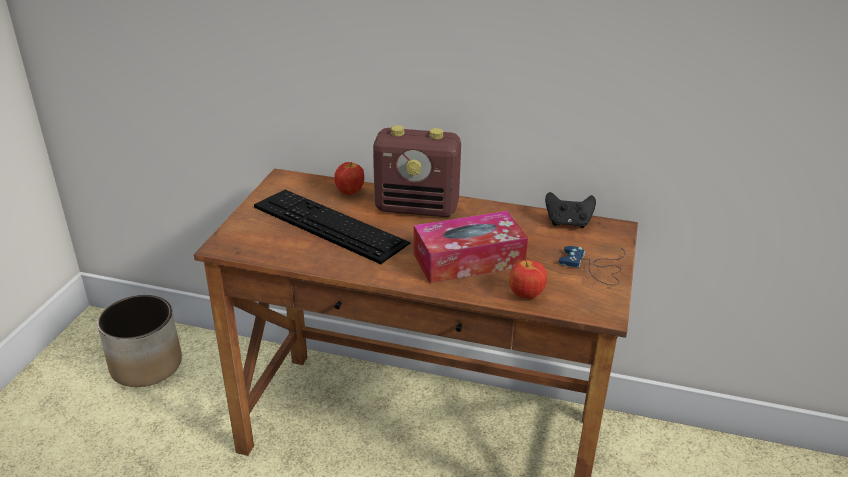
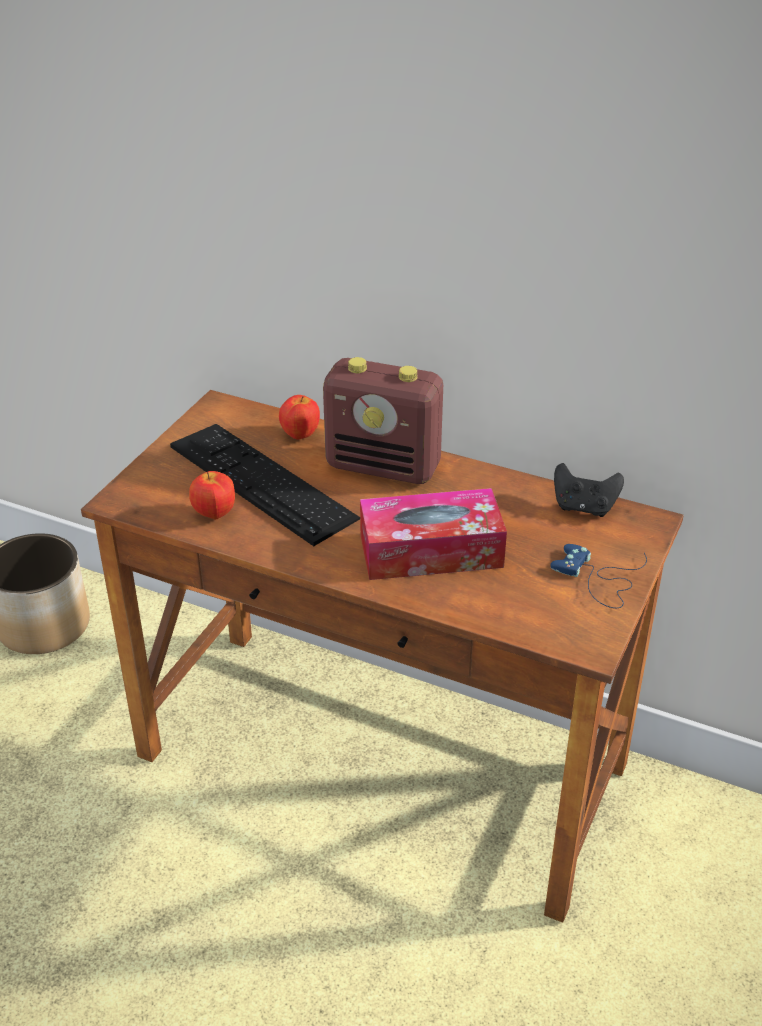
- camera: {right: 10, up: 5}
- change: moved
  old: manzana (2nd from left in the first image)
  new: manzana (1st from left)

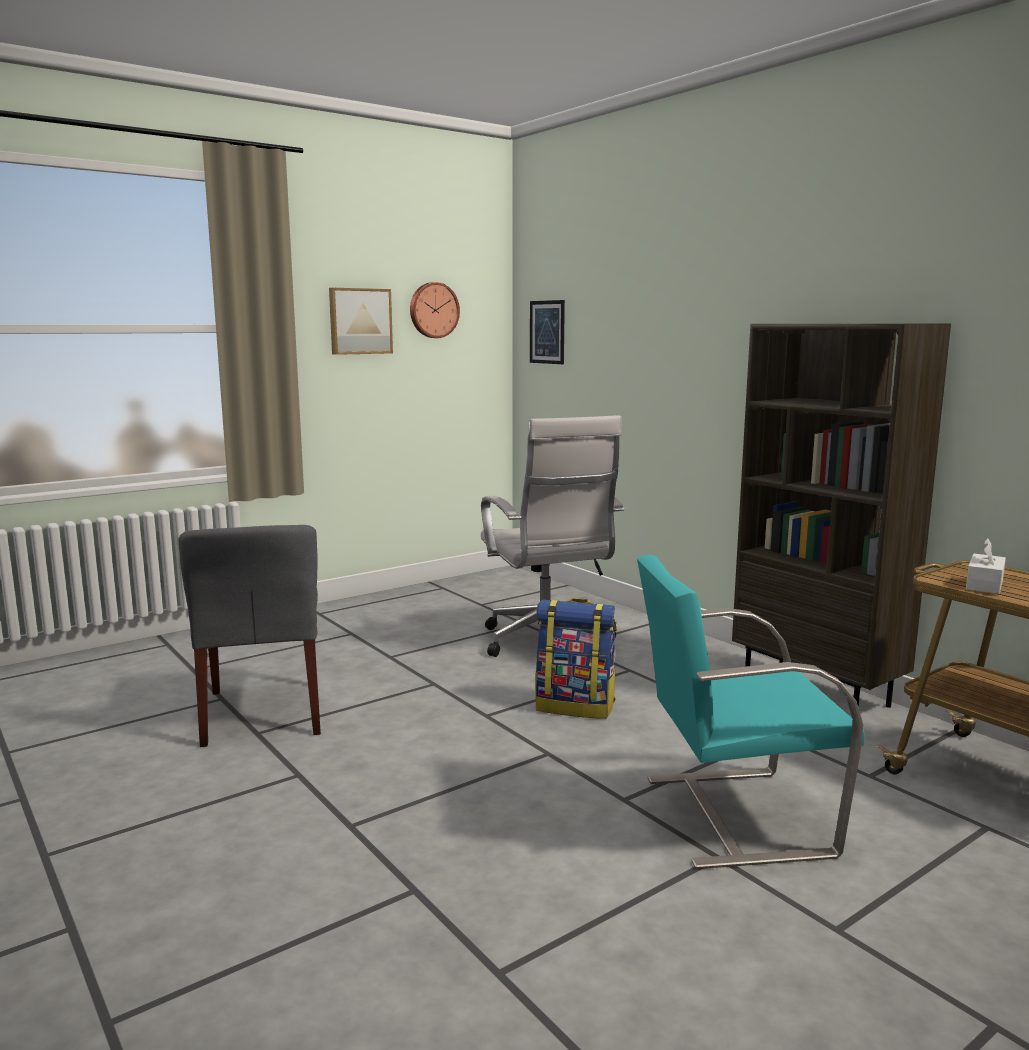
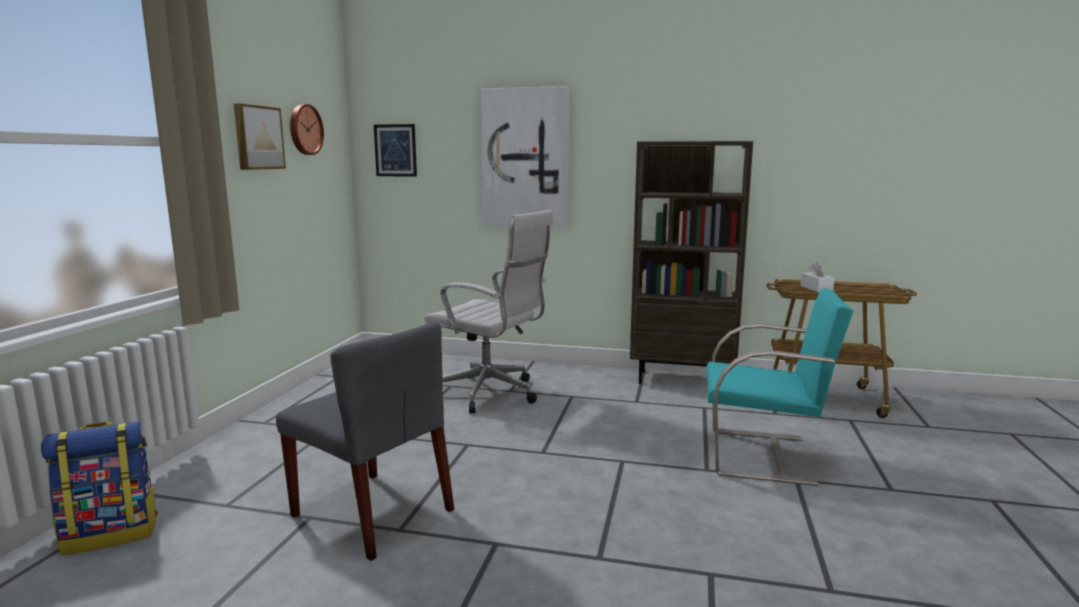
- camera: {right: -40, up: 0}
- change: moved
  old: mochila
- change: added
  new: cuadro (3rd from left)
- change: turned
  old: silla/turquesa
  degrees: -120

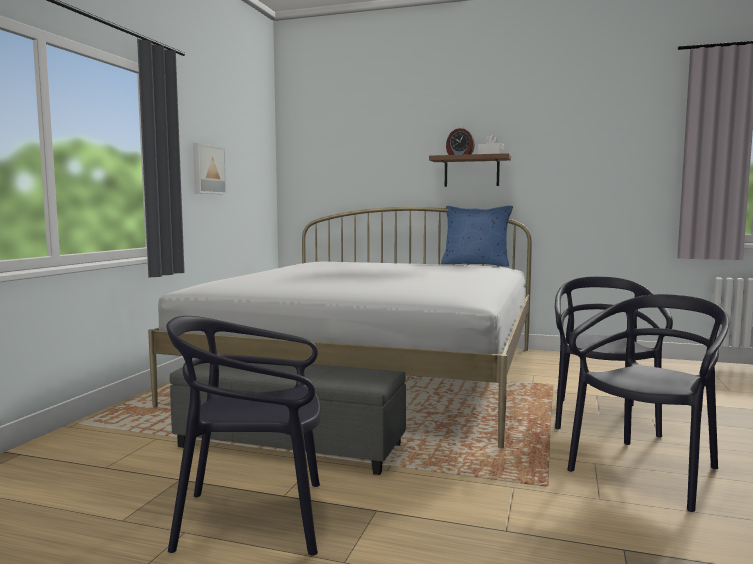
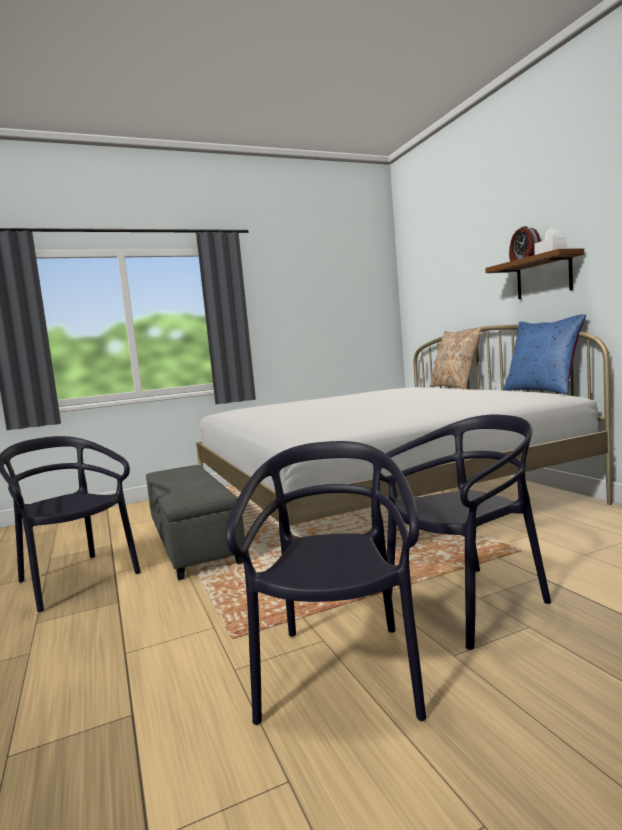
- camera: {right: 50, up: 0}
- change: turned
  old: silla/negro (3rd from left in the first image)
  degrees: -90
- change: added
  new: cojín/beis
- change: removed
  old: cuadro

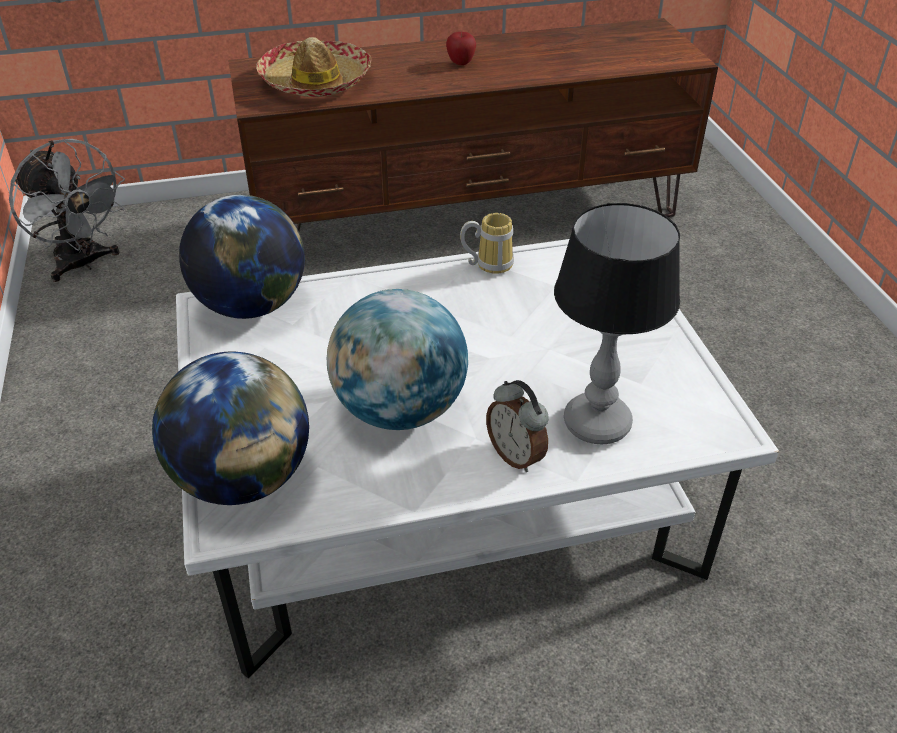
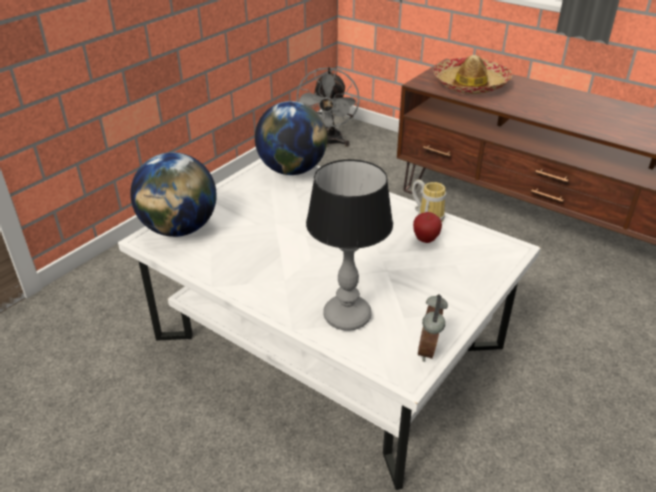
- camera: {right: 50, up: -5}
- change: moved
  old: manzana
- change: moved
  old: despertador
- change: removed
  old: globo terráqueo (3rd from left)

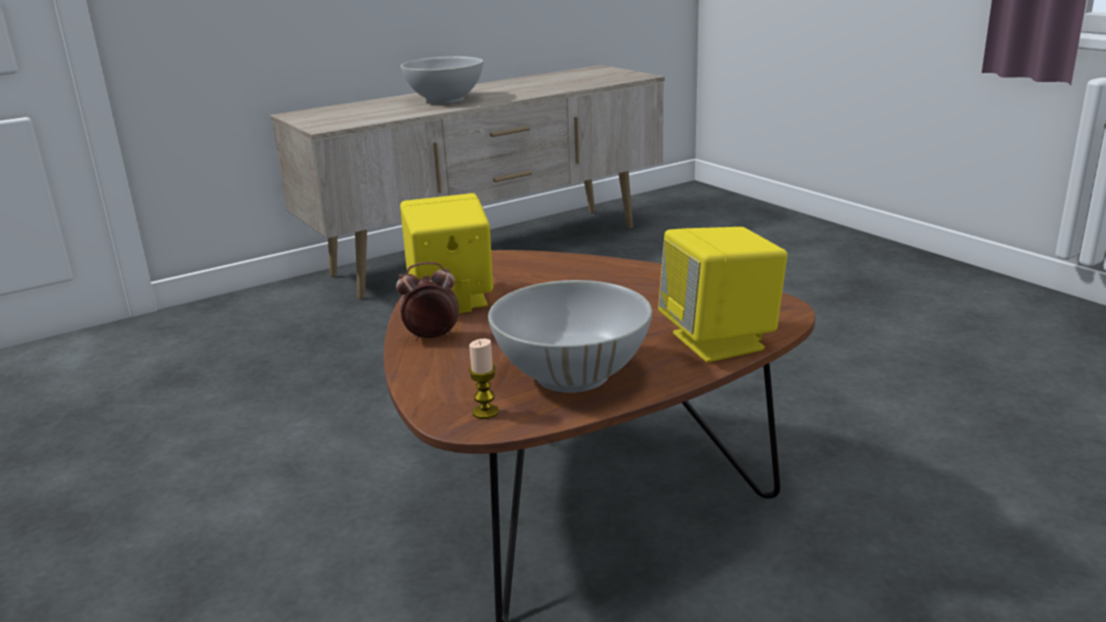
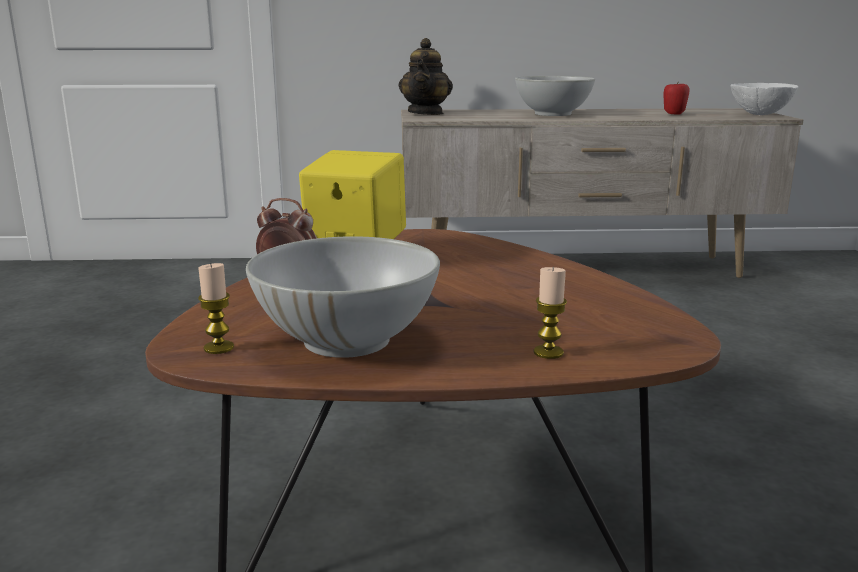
- camera: {right: 30, up: -5}
- change: added
  new: tetera
- change: replaced
  old: altavoz/amarillo (2nd from left)
  new: vela (2nd from left)
- change: added
  new: manzana
- change: added
  new: cuenco/blanco (3rd from left)

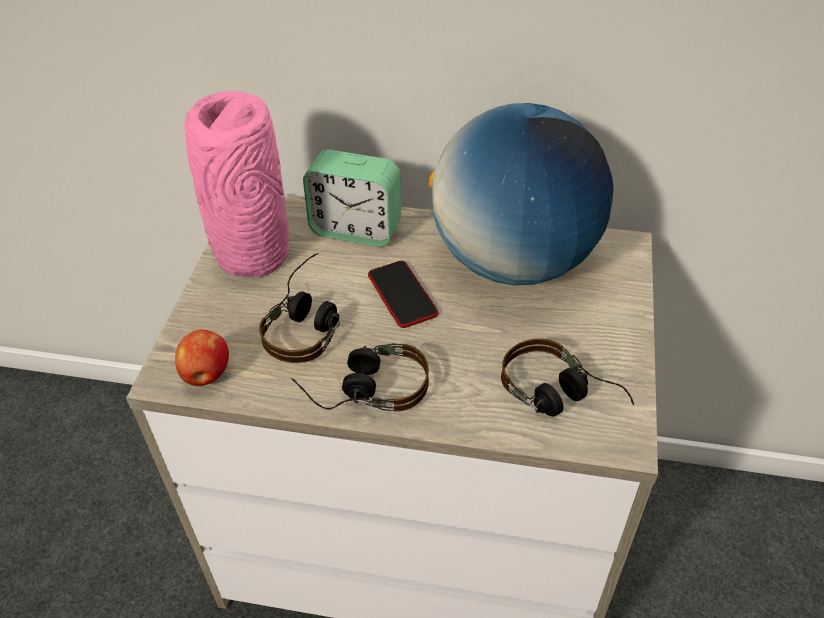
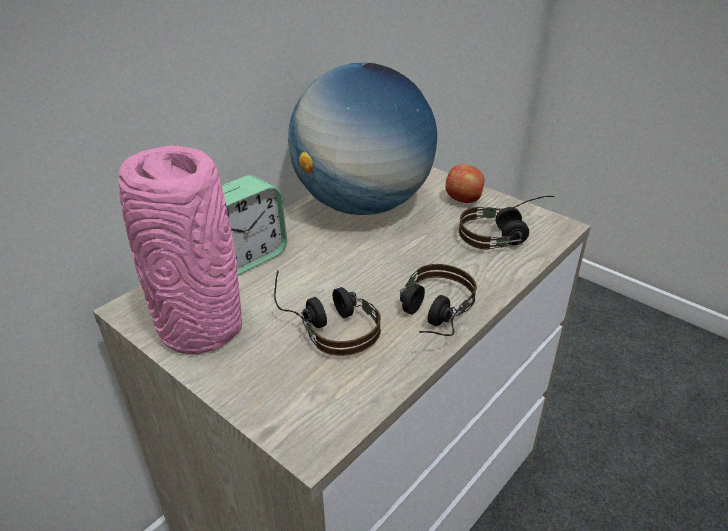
- camera: {right: -60, up: -10}
- change: moved
  old: manzana
- change: removed
  old: móvil

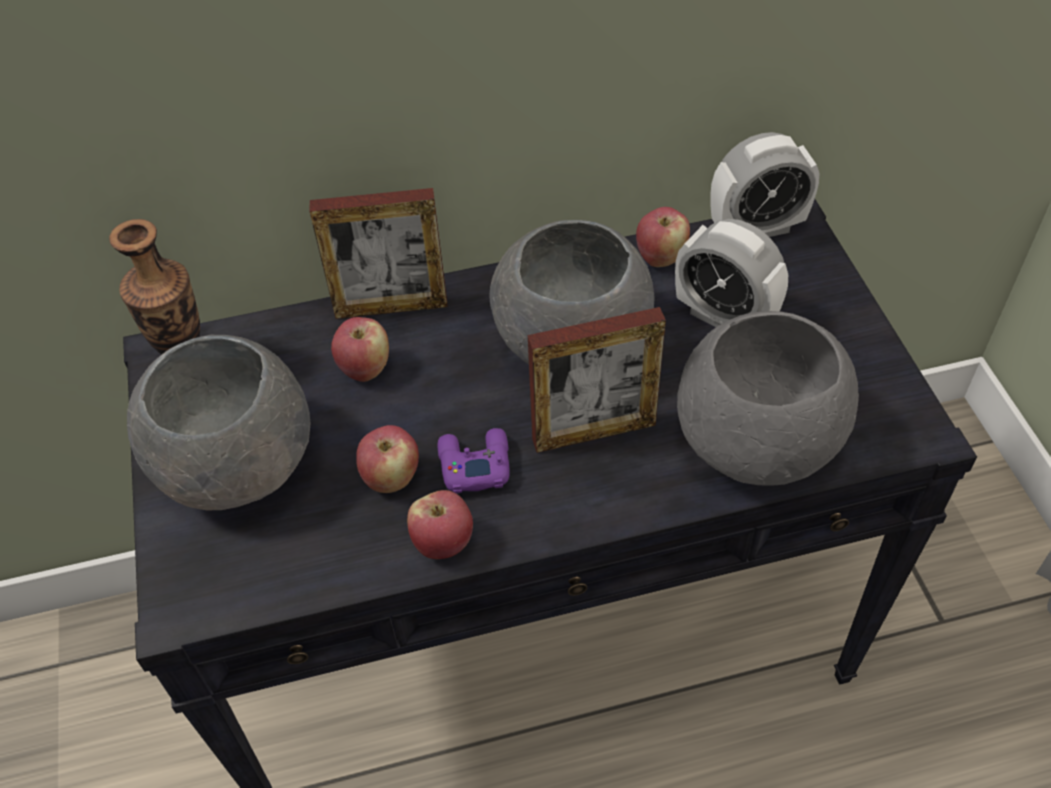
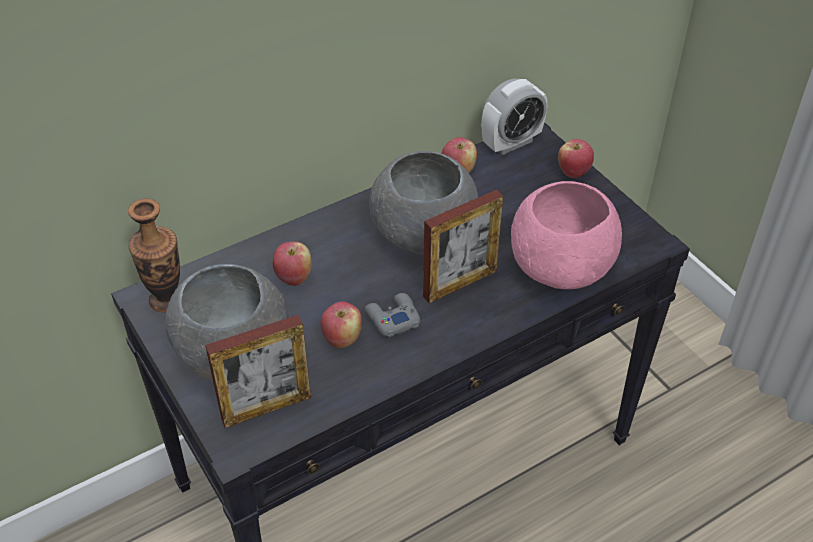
- camera: {right: -20, up: -5}
- change: moved
  old: portarretratos (1st from left)
- change: recoloured
  old: mando de consola/morado
  new: mando de consola/gris
- change: recoloured
  old: cuenco/gris (3rd from left)
  new: cuenco/rosa
- change: moved
  old: manzana (3rd from left in the first image)
  new: manzana (4th from left)
- change: removed
  old: despertador (1st from left)

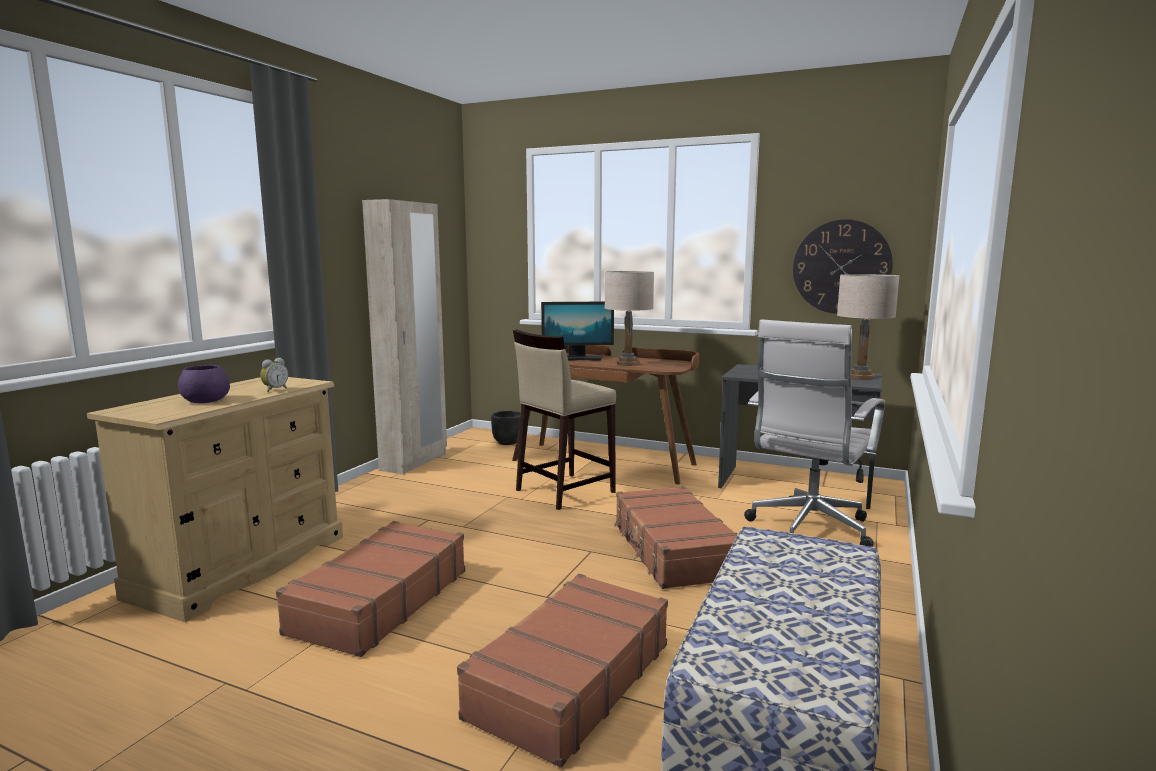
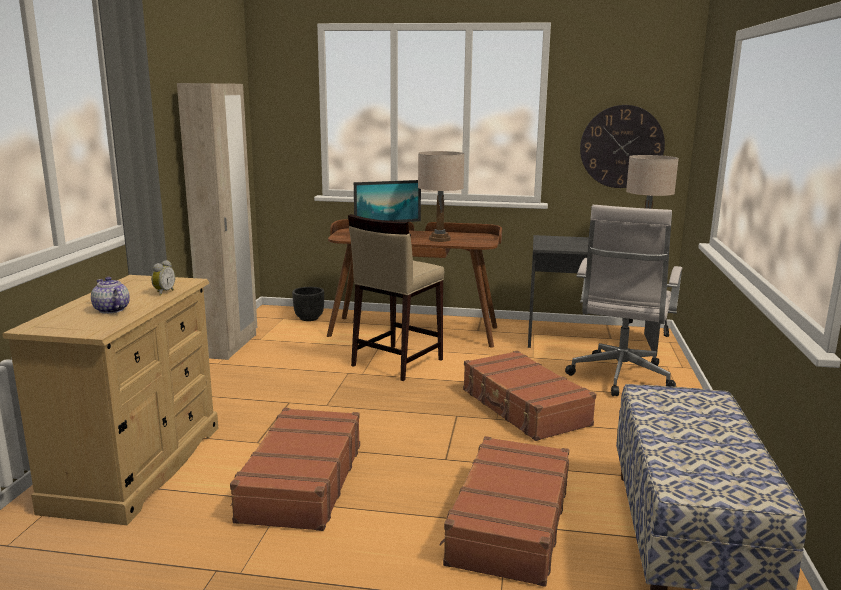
- camera: {right: -15, up: 5}
- change: replaced
  old: cuenco/morado
  new: tetera

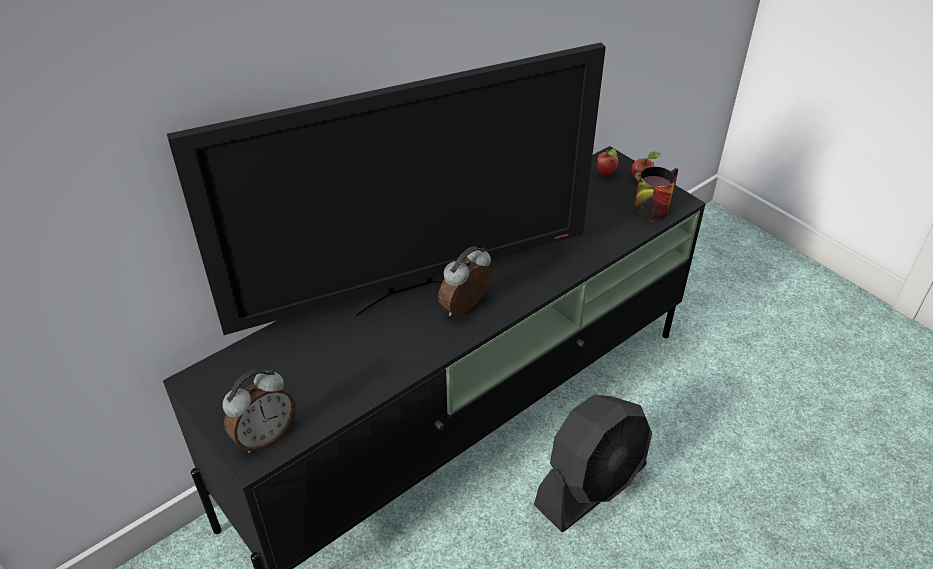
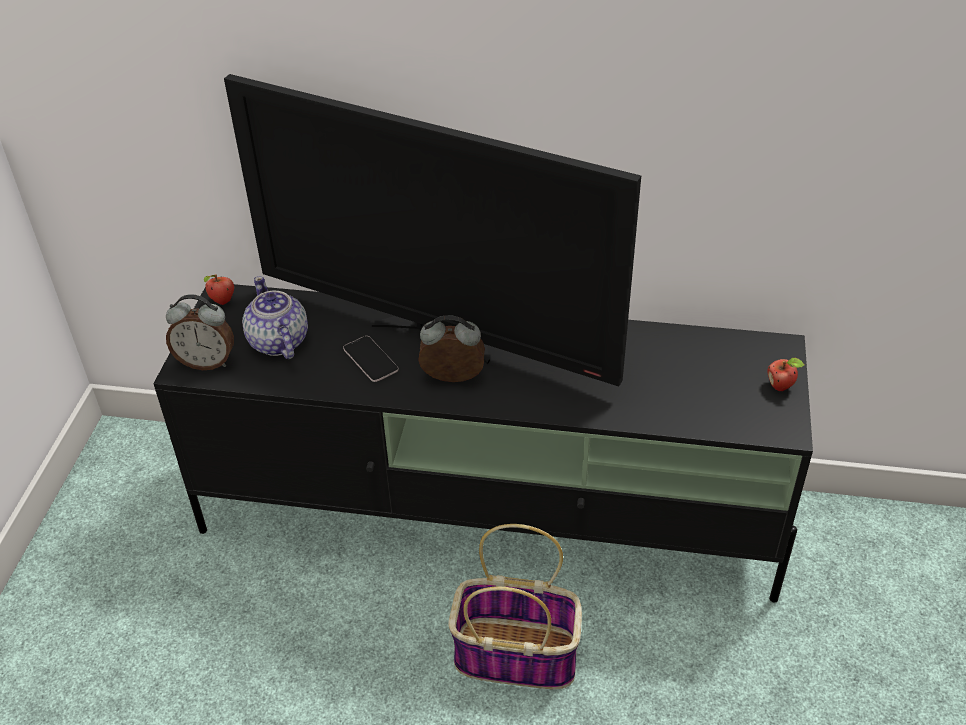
- camera: {right: 50, up: 0}
- change: moved
  old: manzana (1st from left)
- change: added
  new: tetera
- change: added
  new: móvil
- change: replaced
  old: ventilador/negro
  new: cesta
- change: removed
  old: taza grande

